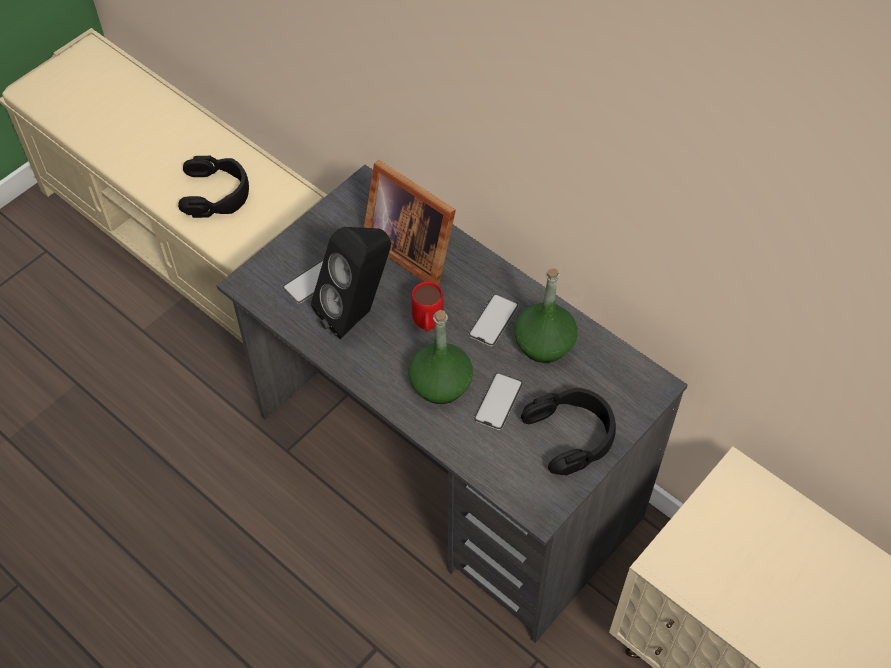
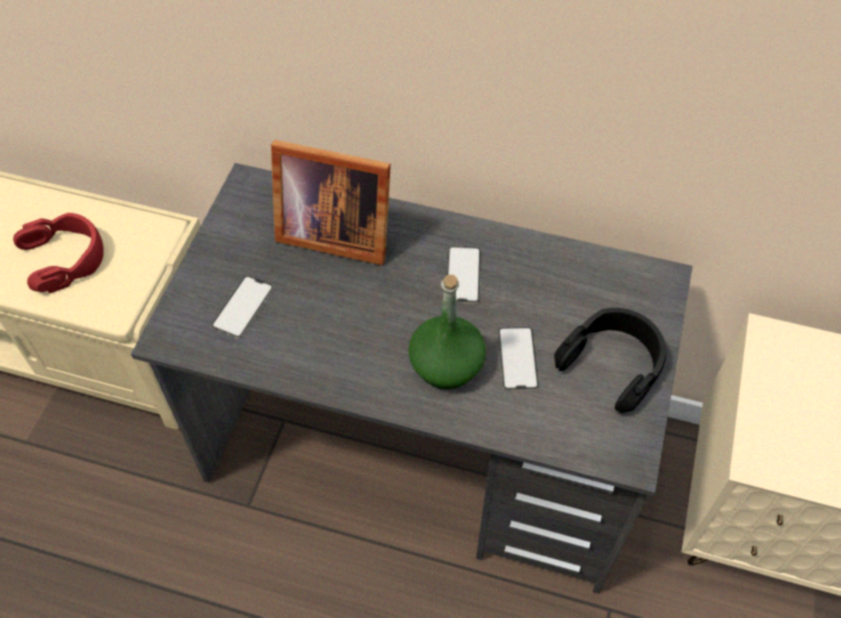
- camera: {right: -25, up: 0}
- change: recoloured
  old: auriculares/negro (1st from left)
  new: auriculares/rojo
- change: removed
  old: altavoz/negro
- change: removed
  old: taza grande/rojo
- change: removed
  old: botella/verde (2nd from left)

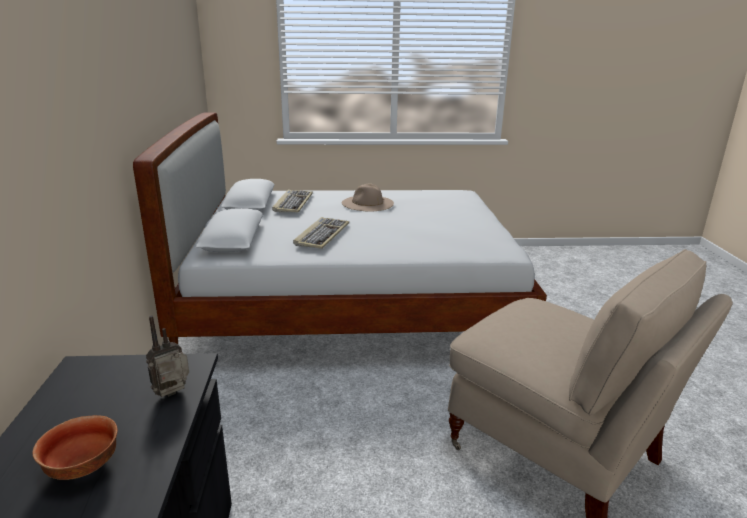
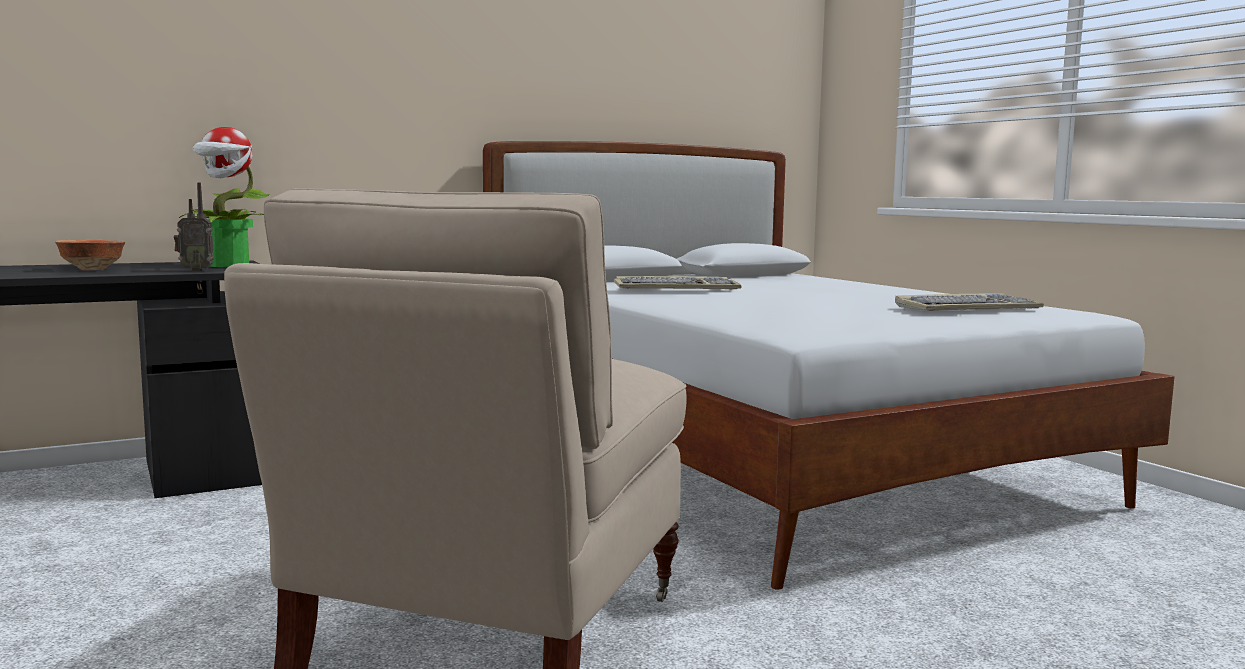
- camera: {right: 65, up: -15}
- change: turned
  old: radio
  degrees: 150
- change: added
  new: planta en maceta
- change: moved
  old: teclado (1st from left in the first image)
  new: teclado (2nd from left)
- change: removed
  old: sombrero/beis

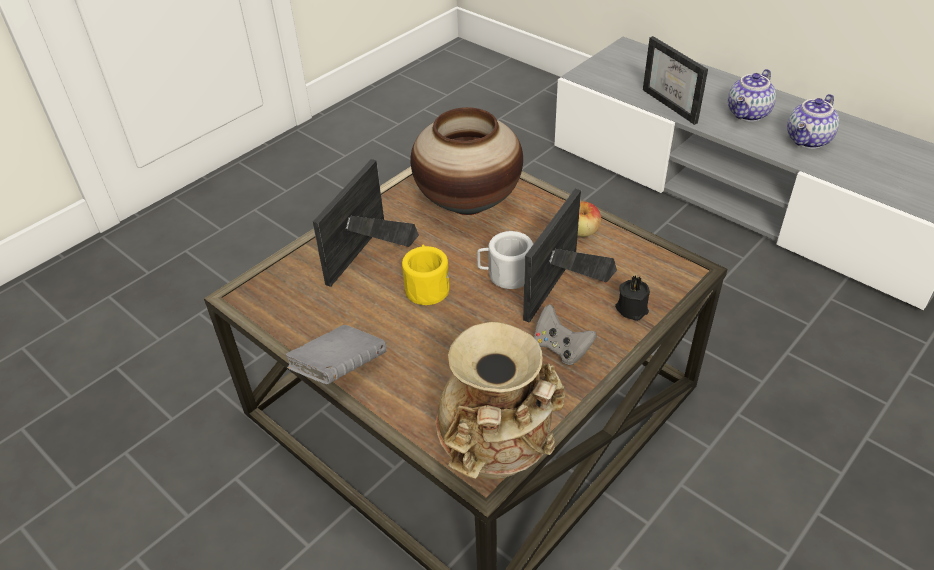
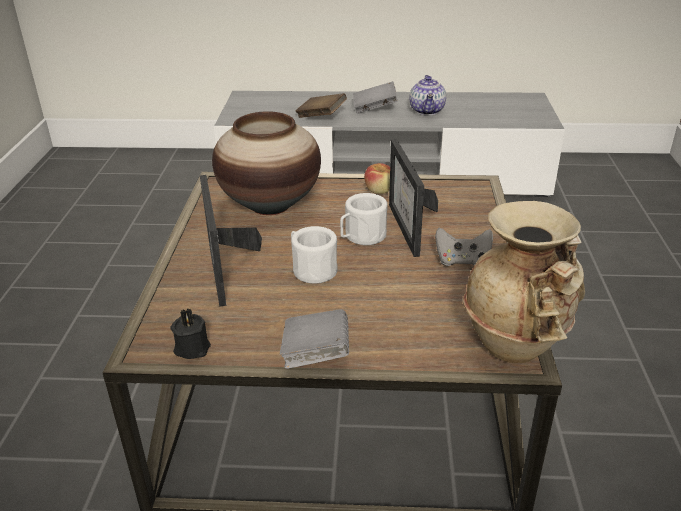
- camera: {right: -40, up: -10}
- change: moved
  old: vela/negro
- change: recoloured
  old: taza grande/amarillo
  new: taza grande/blanco (1st from left)
- change: replaced
  old: portarretratos (3rd from left)
  new: libro/marrón
- change: replaced
  old: tetera (1st from left)
  new: libro/gris (2nd from left)

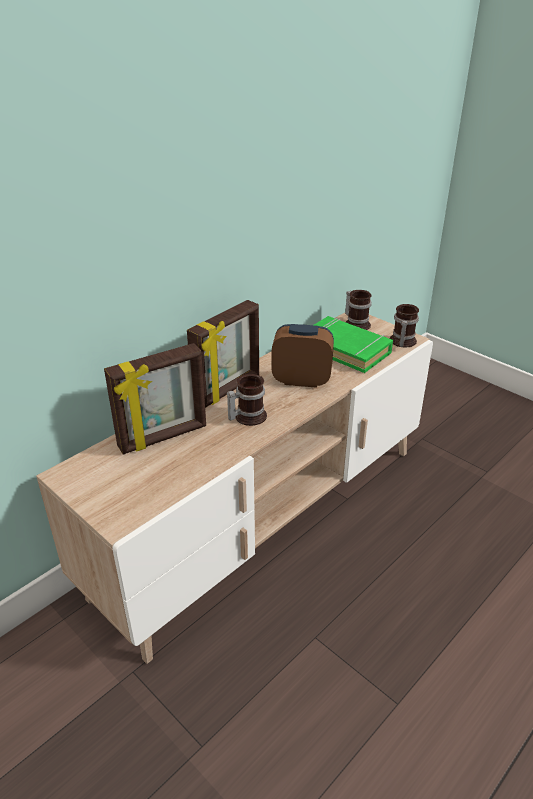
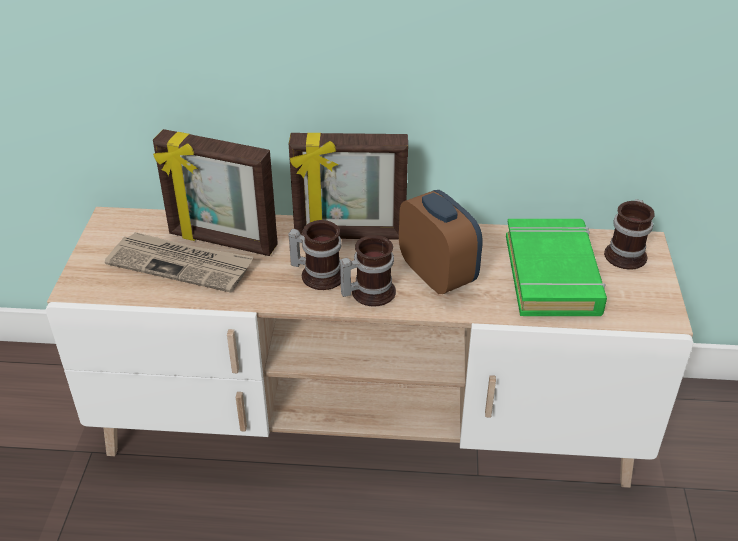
- camera: {right: 50, up: 5}
- change: added
  new: periódico
- change: moved
  old: taza grande (3rd from left in the first image)
  new: taza grande (2nd from left)

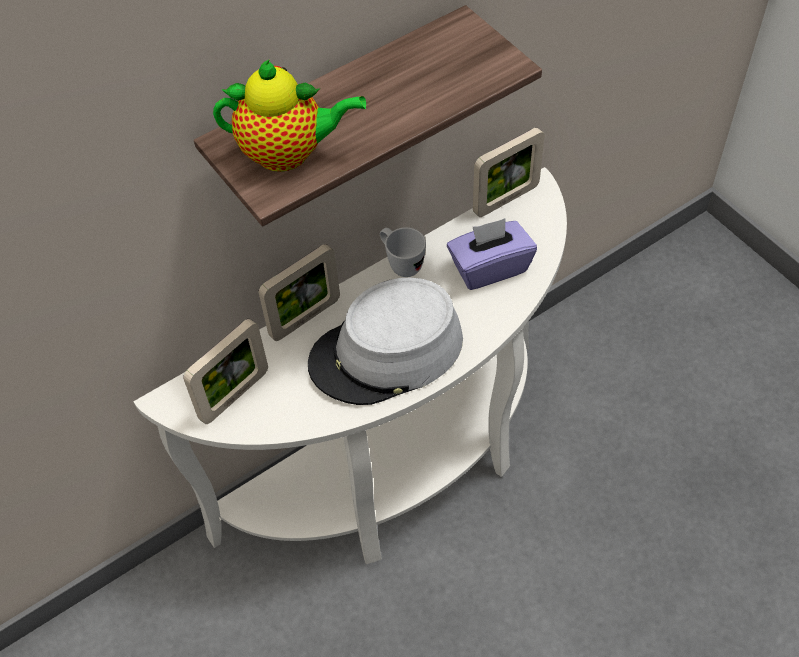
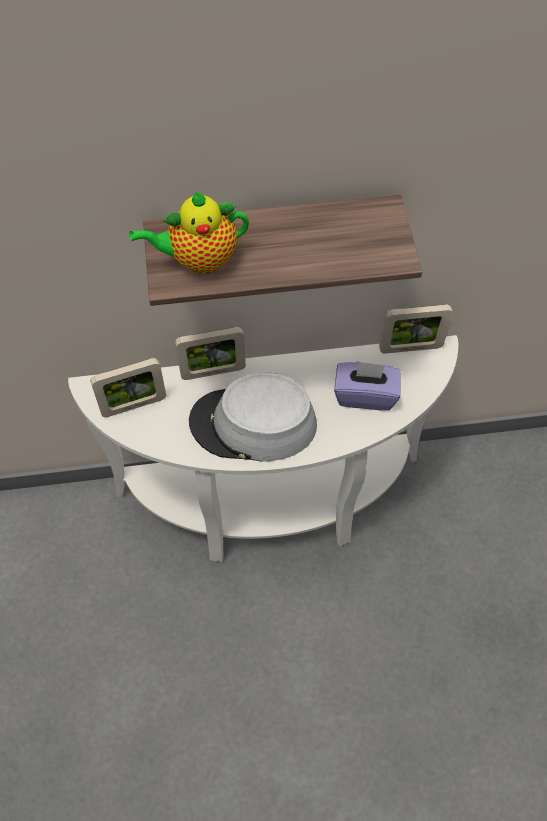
- camera: {right: 25, up: 5}
- change: turned
  old: tetera
  degrees: 135
- change: removed
  old: taza grande/blanco

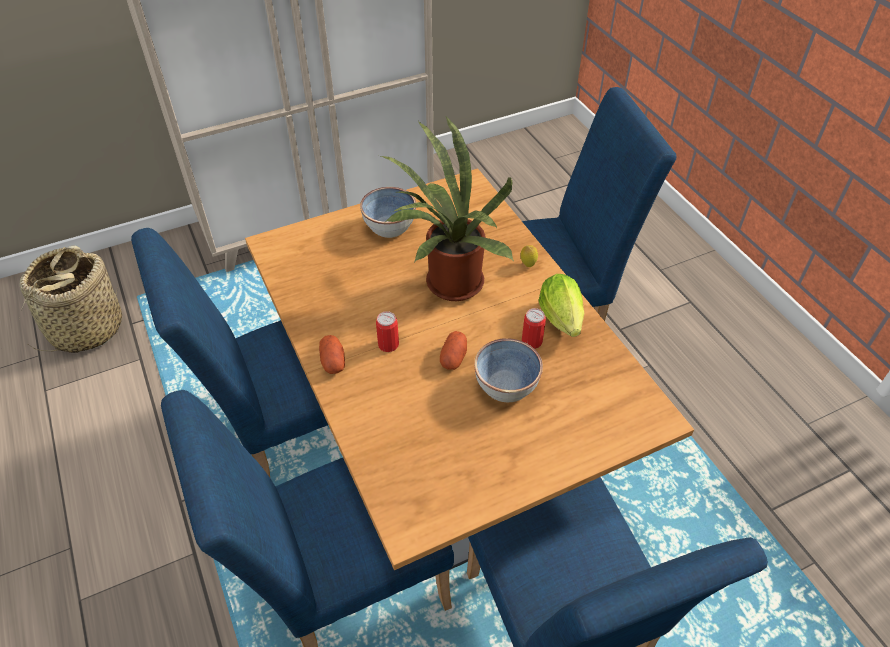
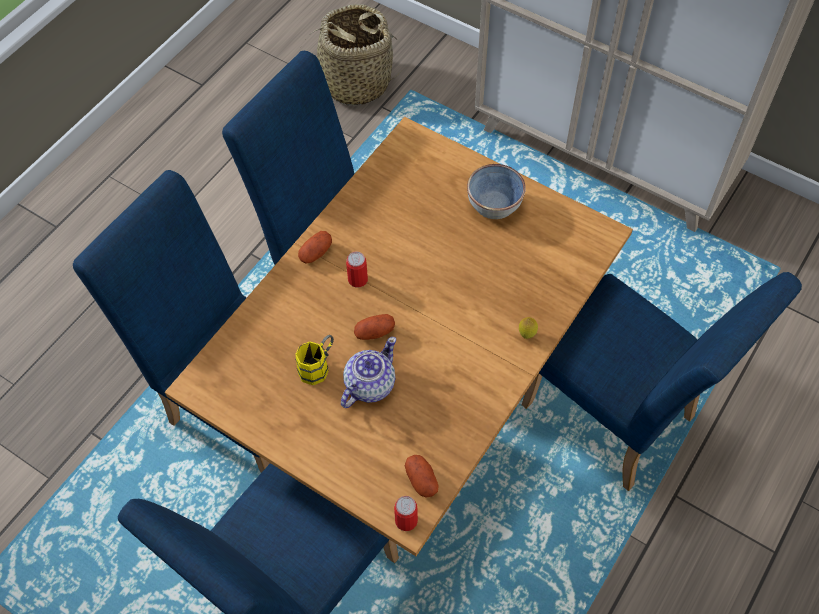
- camera: {right: 60, up: 10}
- change: added
  new: taza grande/amarillo
- change: replaced
  old: cuenco (2nd from left)
  new: tetera
- change: moved
  old: lata (2nd from left)
- change: added
  new: patata (3rd from left)
- change: removed
  old: planta en maceta
- change: removed
  old: lechuga

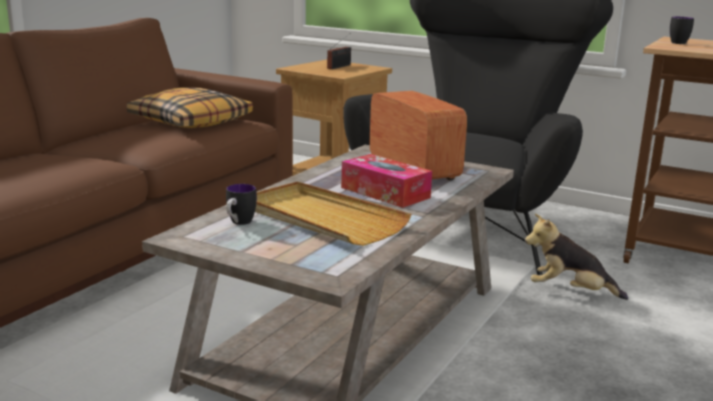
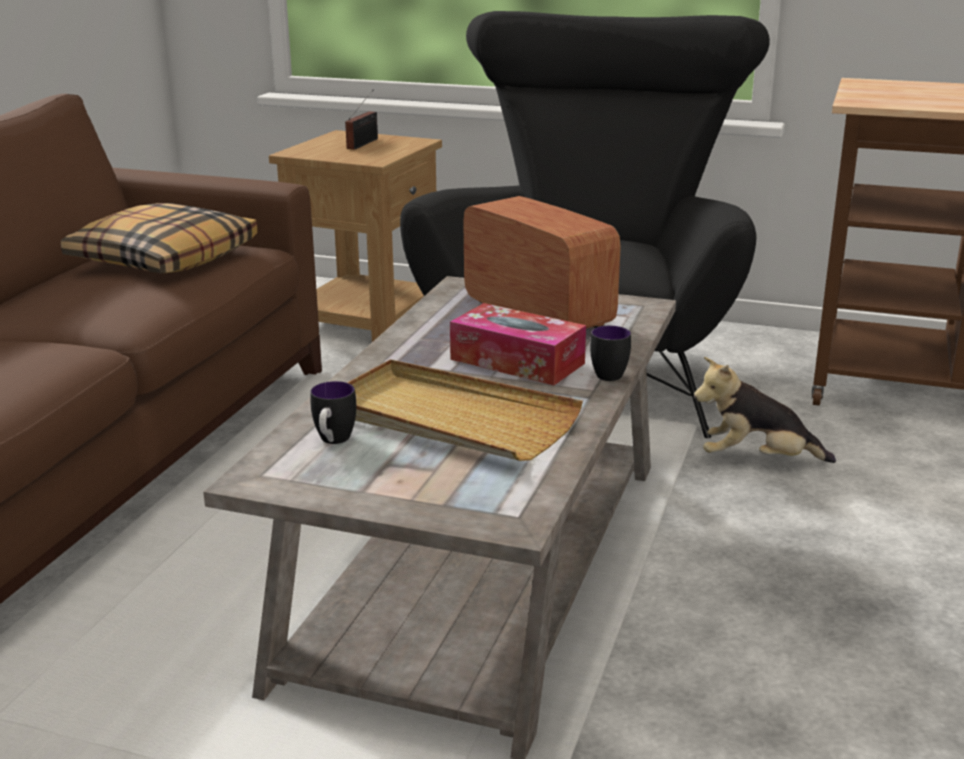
- camera: {right: -10, up: 5}
- change: moved
  old: taza grande (2nd from left)

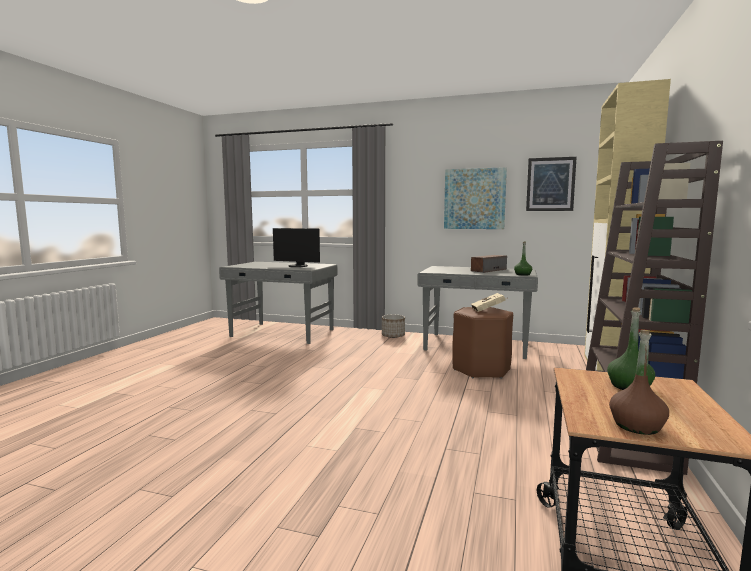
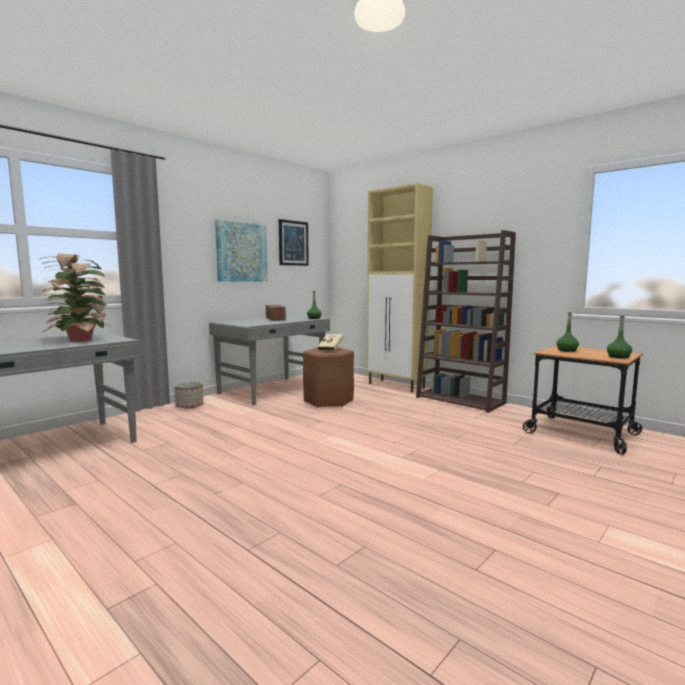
- camera: {right: -65, up: 0}
- change: replaced
  old: monitor
  new: planta en maceta
- change: recoloured
  old: botella/marrón
  new: botella/verde (3rd from left)

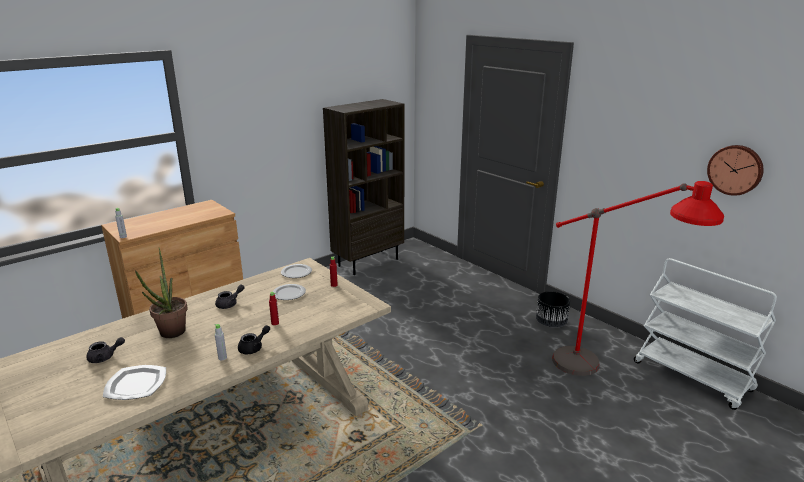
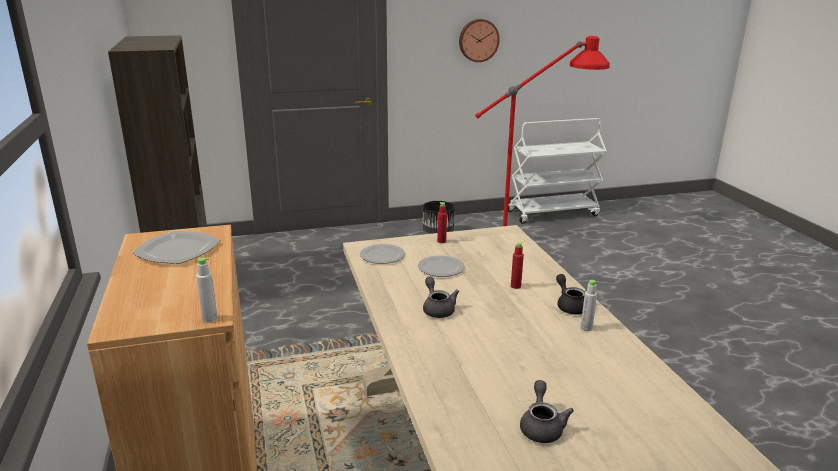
- camera: {right: -65, up: 0}
- change: moved
  old: plato (1st from left)
- change: moved
  old: reloj de pared
- change: removed
  old: planta en maceta

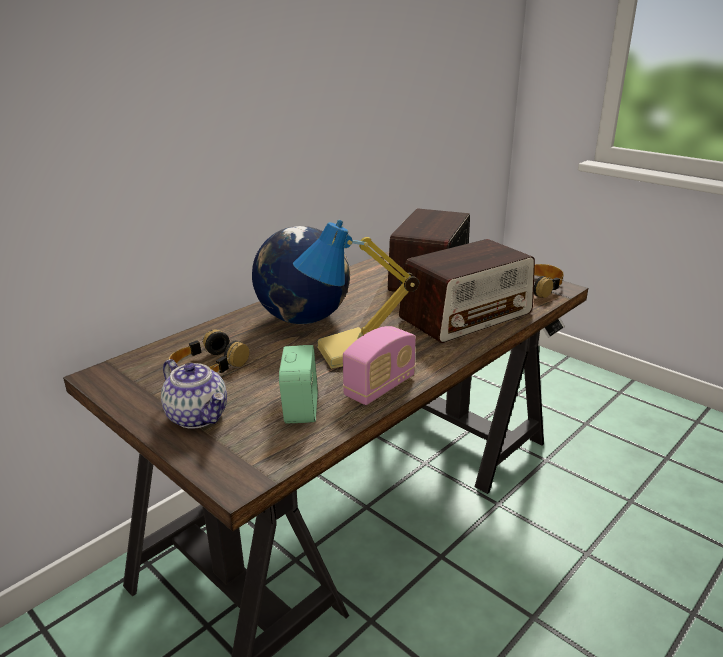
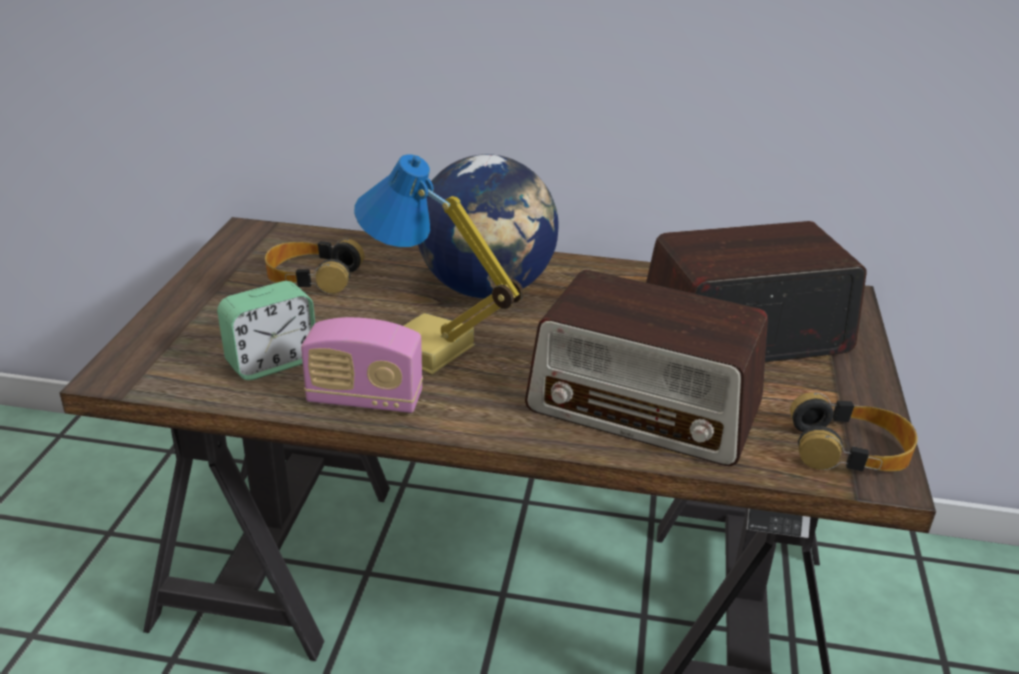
- camera: {right: 55, up: 5}
- change: removed
  old: tetera

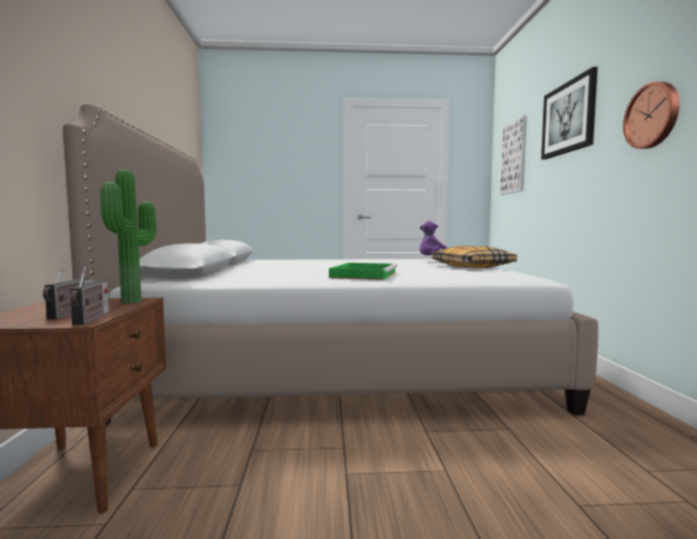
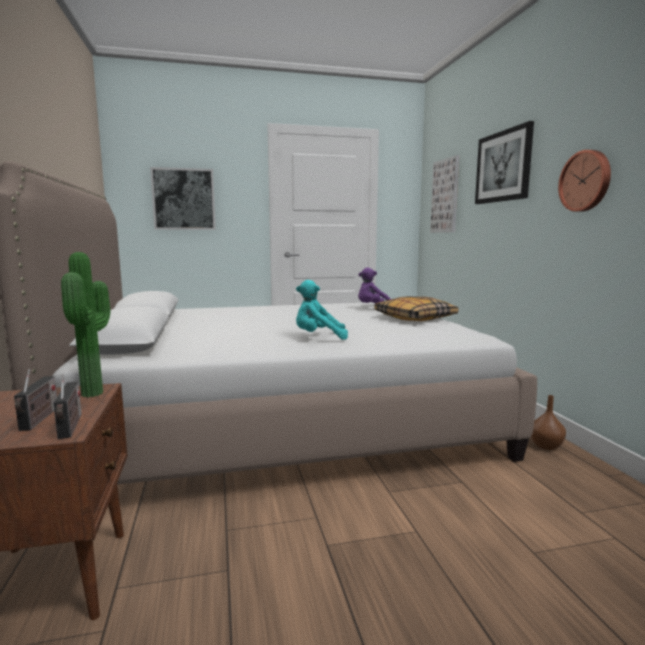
- camera: {right: -10, up: 5}
- change: added
  new: cuadro (1st from left)
- change: replaced
  old: bandeja/verde
  new: peluche/turquesa
- change: added
  new: florero/marrón

